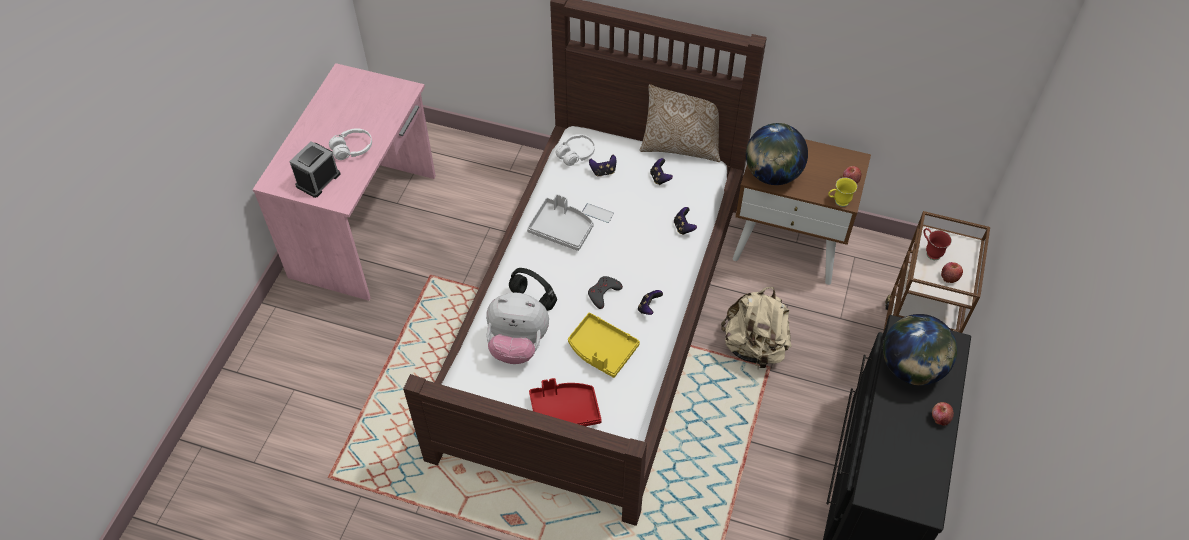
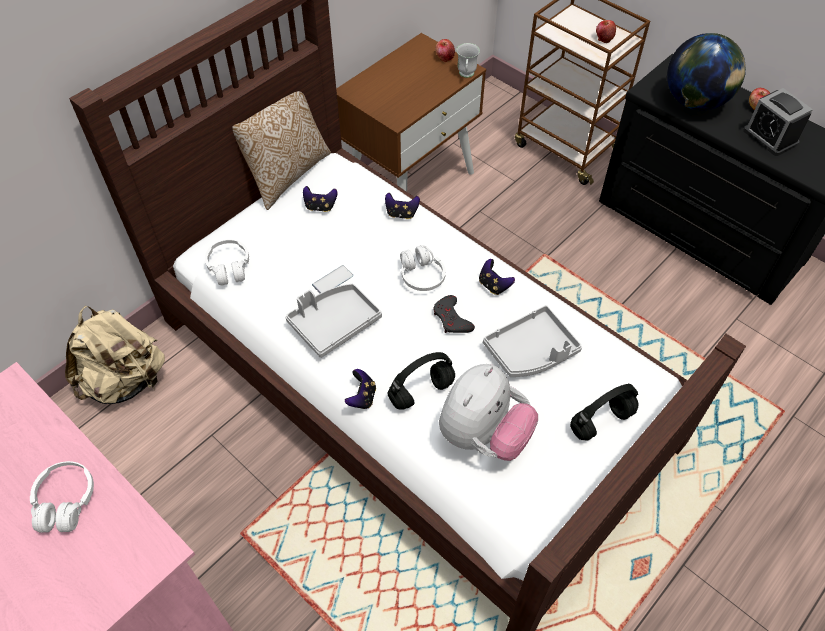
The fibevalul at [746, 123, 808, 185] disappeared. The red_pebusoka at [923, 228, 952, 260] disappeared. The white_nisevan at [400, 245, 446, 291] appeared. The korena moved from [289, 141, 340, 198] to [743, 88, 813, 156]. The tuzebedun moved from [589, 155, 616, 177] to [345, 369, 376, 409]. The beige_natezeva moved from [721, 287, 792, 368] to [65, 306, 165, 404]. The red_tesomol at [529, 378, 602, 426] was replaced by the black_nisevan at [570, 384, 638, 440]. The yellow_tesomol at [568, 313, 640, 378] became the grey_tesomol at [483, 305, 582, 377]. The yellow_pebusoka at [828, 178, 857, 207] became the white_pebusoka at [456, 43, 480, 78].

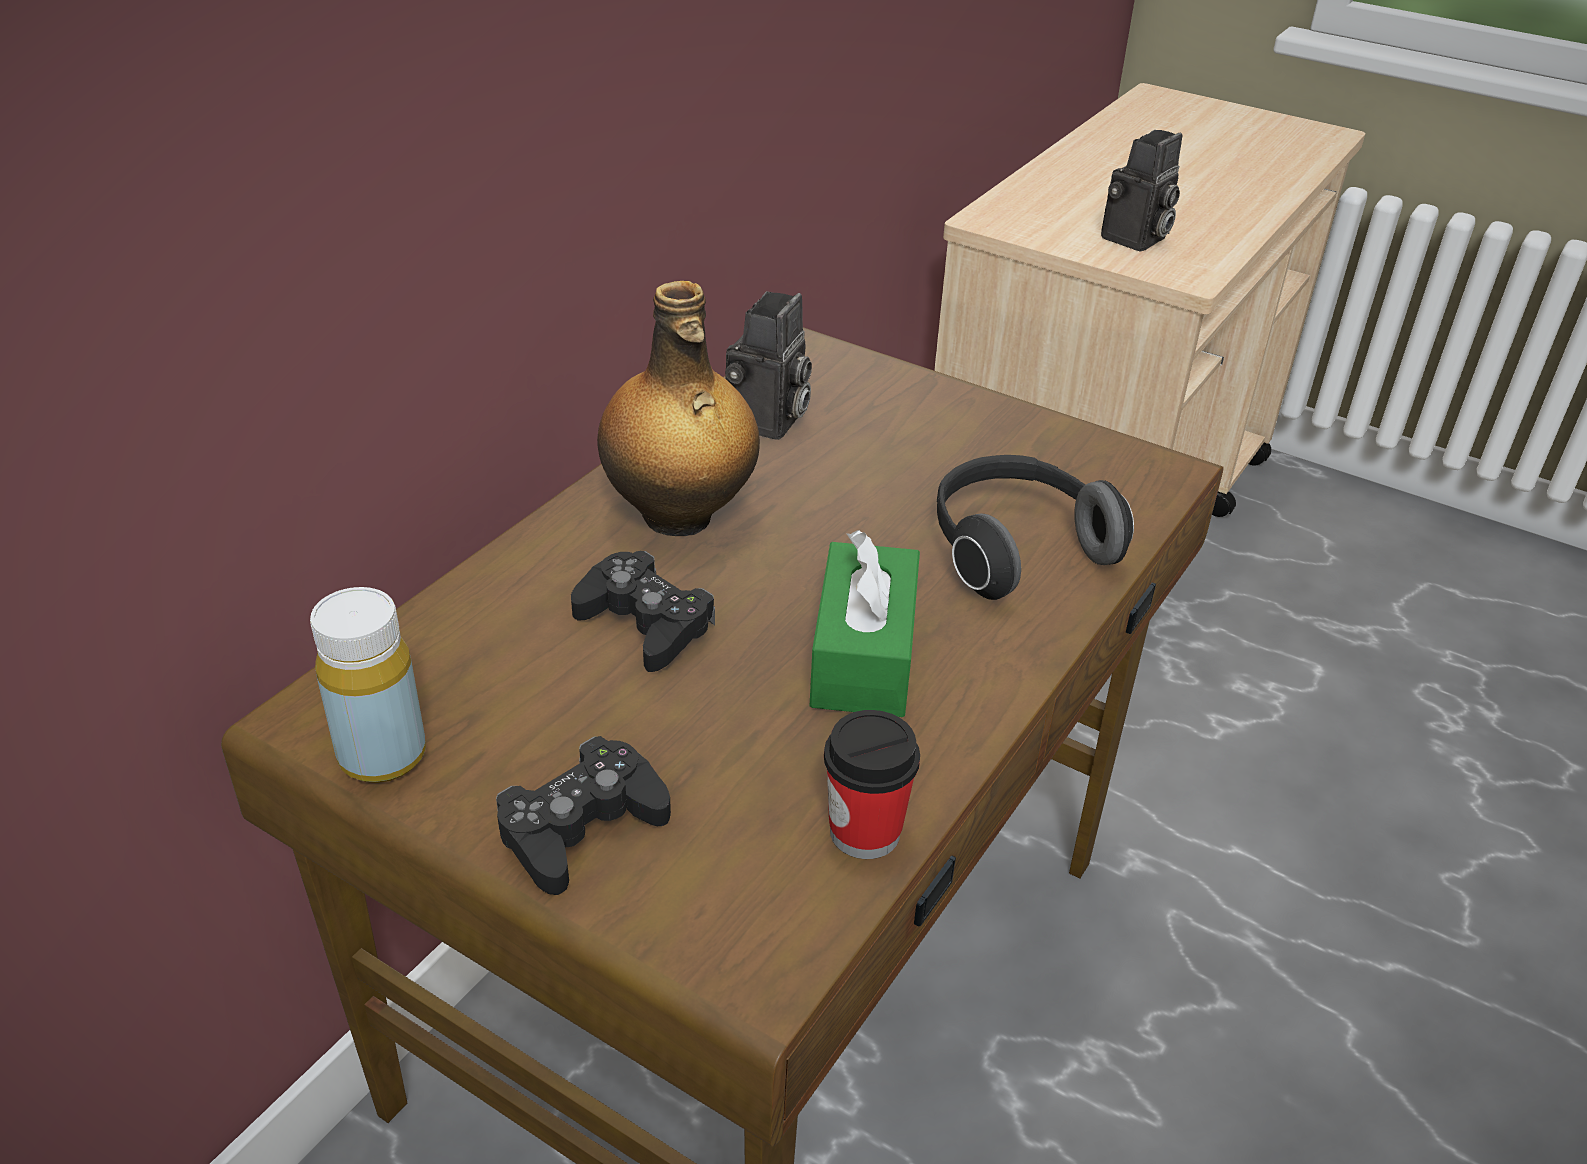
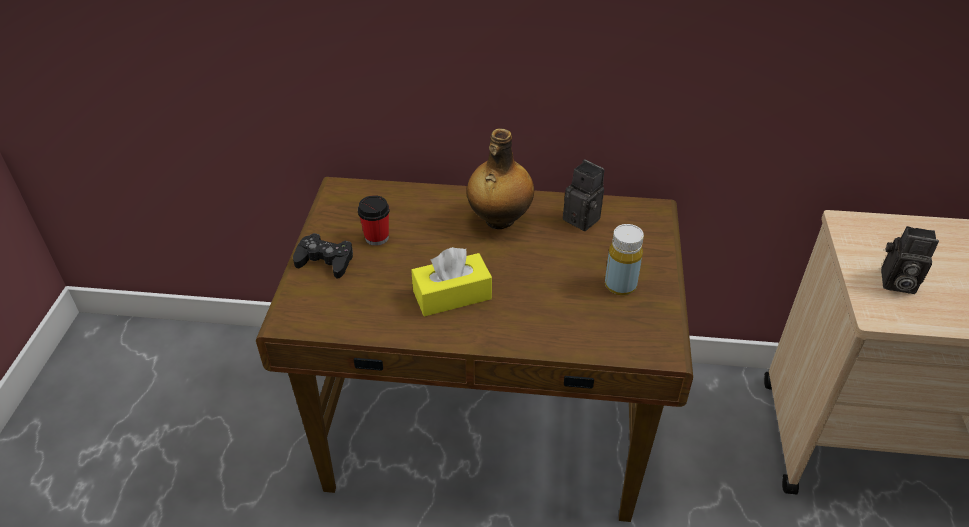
The black_tuzebedun at [571, 551, 715, 672] disappeared. The nisevan at [937, 455, 1134, 600] disappeared. The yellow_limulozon moved from [310, 587, 426, 783] to [605, 224, 644, 295]. The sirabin moved from [824, 710, 920, 859] to [358, 195, 389, 246]. The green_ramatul at [809, 530, 920, 717] became the yellow_ramatul at [411, 247, 492, 316]. The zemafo at [725, 291, 812, 440] turned 135 degrees counterclockwise.

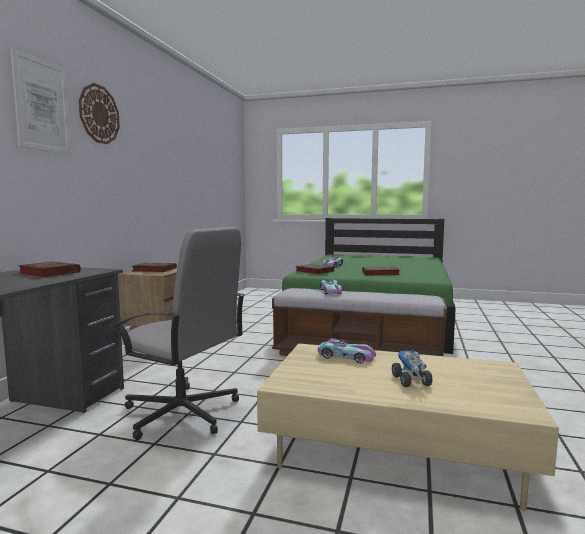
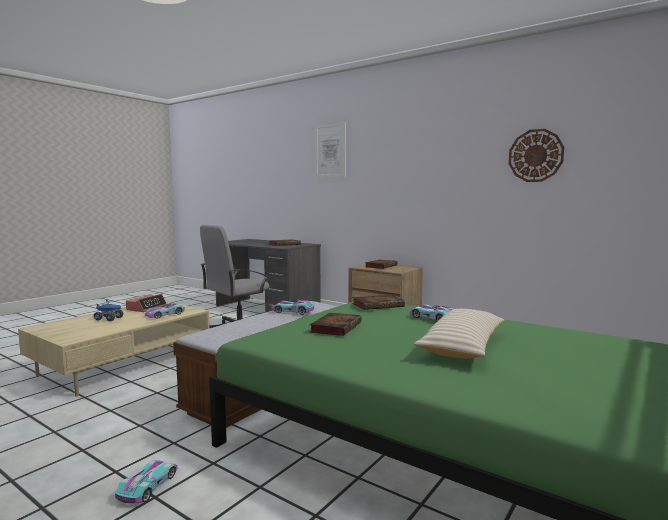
The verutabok at [115, 460, 177, 504] appeared. The korena at [126, 294, 167, 312] appeared. The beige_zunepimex at [414, 309, 504, 358] appeared. The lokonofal moved from [79, 83, 120, 144] to [509, 129, 564, 182].

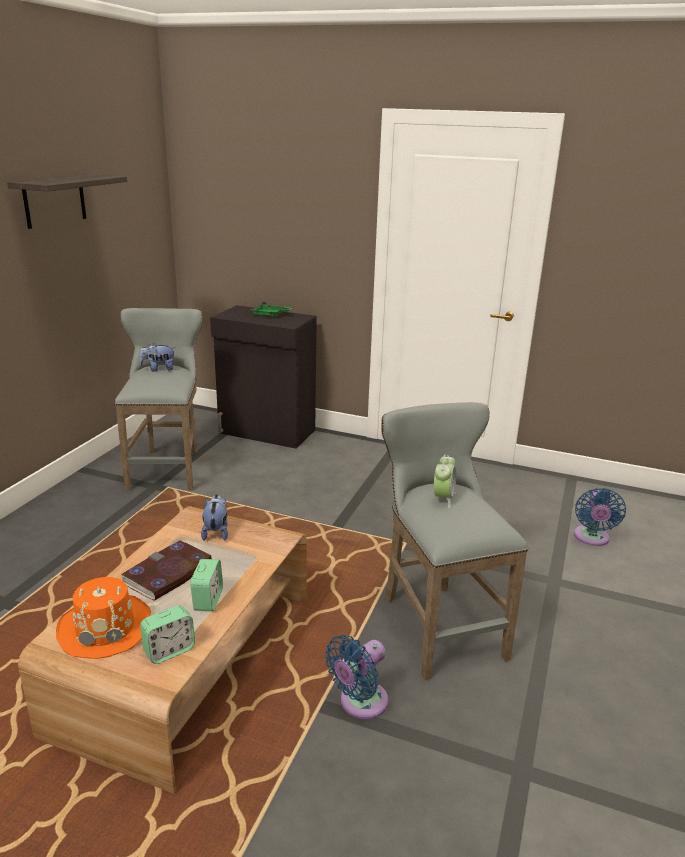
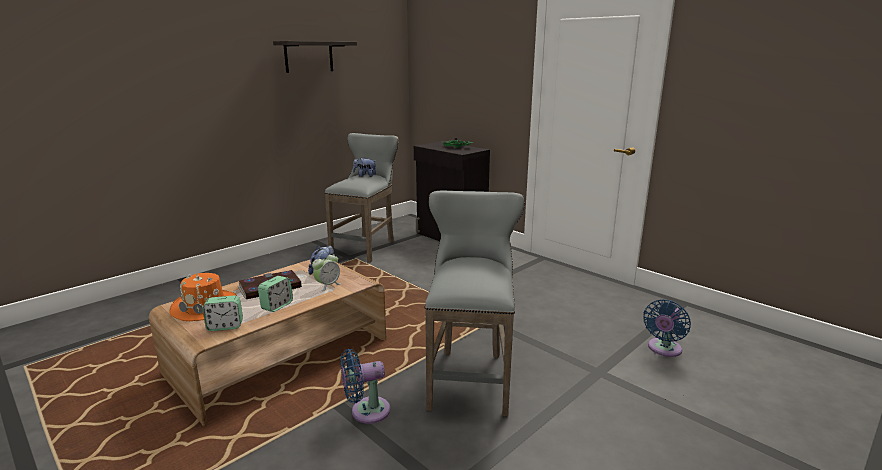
The korena moved from [434, 454, 456, 508] to [312, 252, 341, 291].

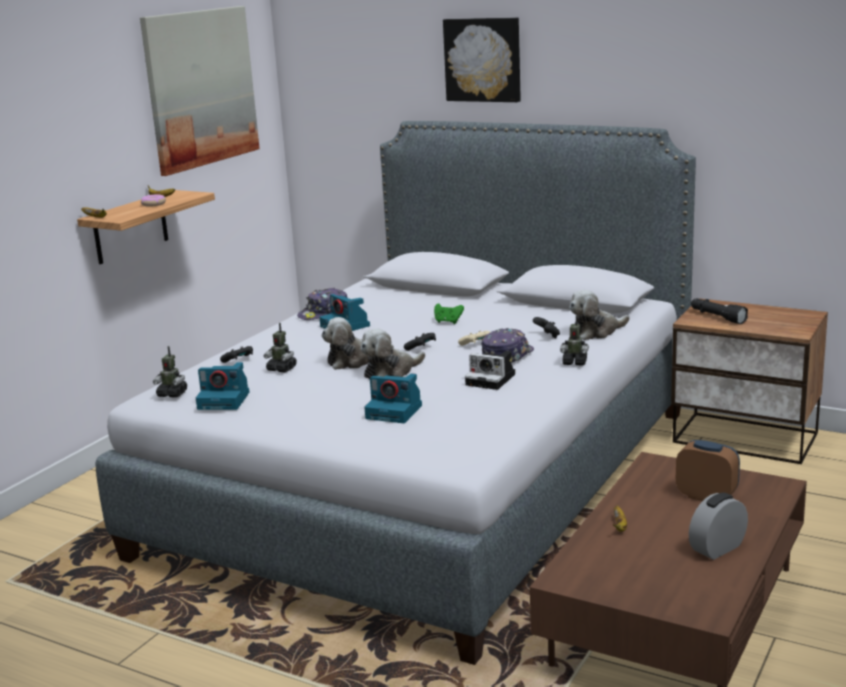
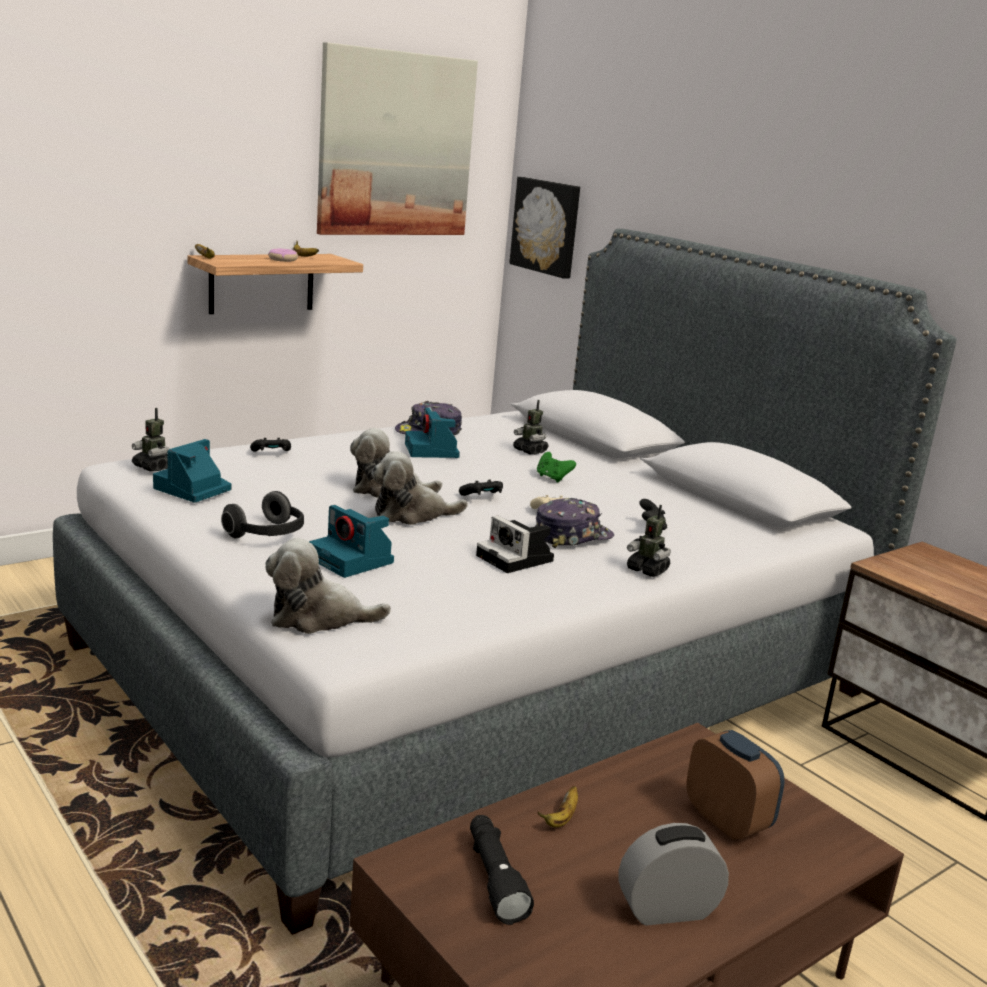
The nisevan at [221, 491, 304, 538] appeared. The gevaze moved from [264, 323, 297, 372] to [513, 400, 549, 455]. The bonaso moved from [443, 18, 521, 102] to [509, 177, 580, 279]. The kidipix moved from [569, 290, 630, 340] to [265, 538, 391, 634]. The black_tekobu moved from [691, 298, 748, 324] to [470, 815, 534, 925]. The zemafo at [196, 362, 249, 410] turned 90 degrees clockwise.

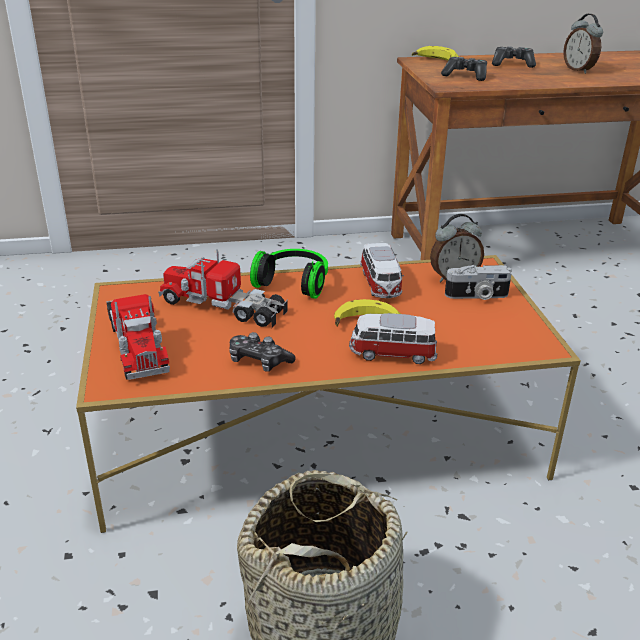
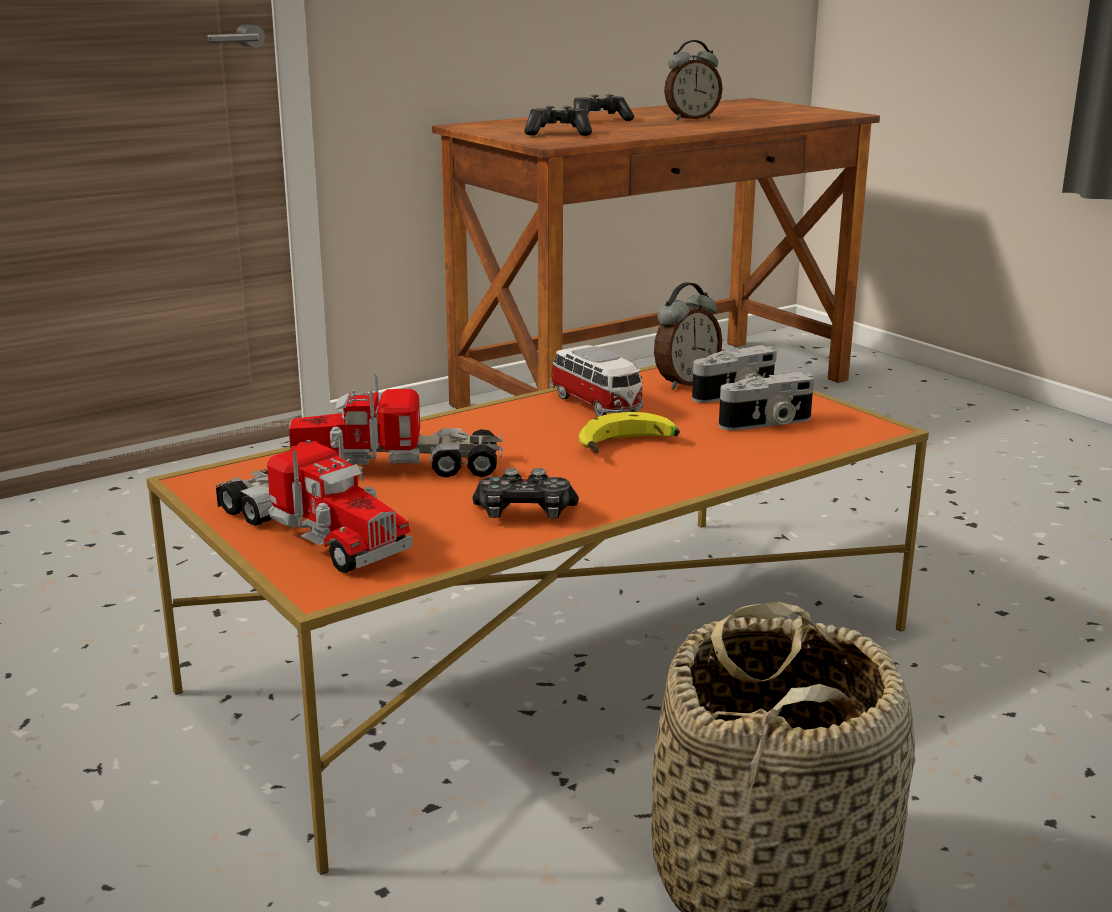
The nisevan at [250, 249, 328, 299] disappeared. The verutabok at [349, 313, 437, 364] disappeared. The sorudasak at [412, 46, 459, 61] disappeared. The zemafo at [719, 372, 814, 431] appeared. The korena at [563, 14, 603, 74] turned 60 degrees counterclockwise.

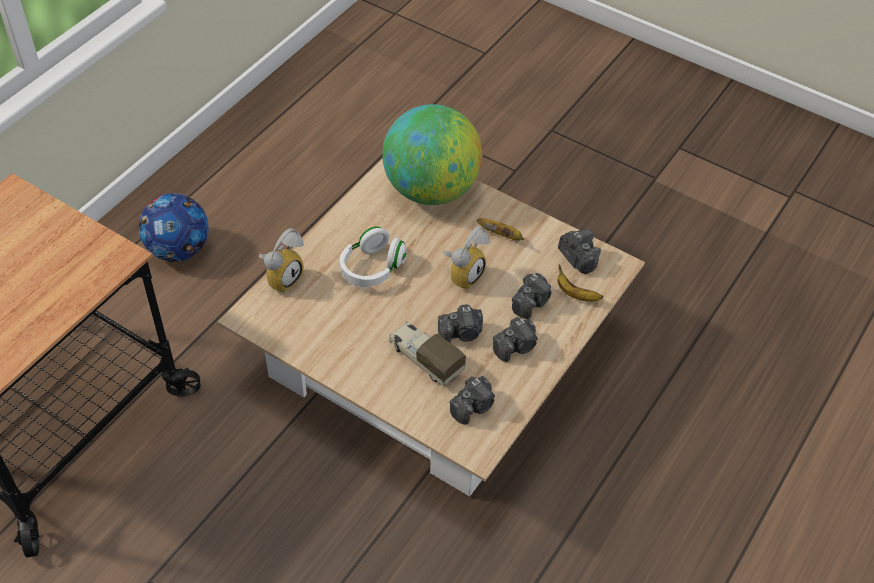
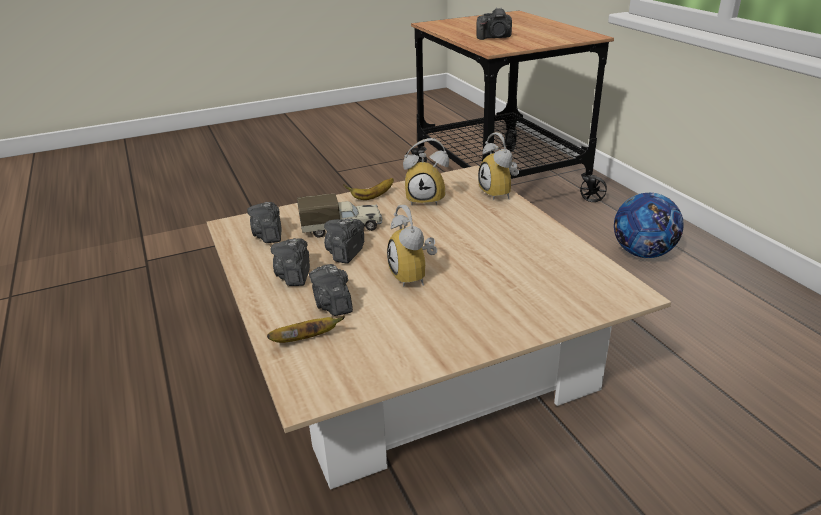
The white_nisevan at [340, 226, 407, 287] disappeared. The fibevalul at [382, 104, 482, 205] disappeared. The korena at [403, 138, 449, 205] appeared. The sorudasak moved from [477, 218, 524, 241] to [343, 178, 394, 200]. The zemafo moved from [558, 229, 601, 274] to [476, 8, 512, 40].

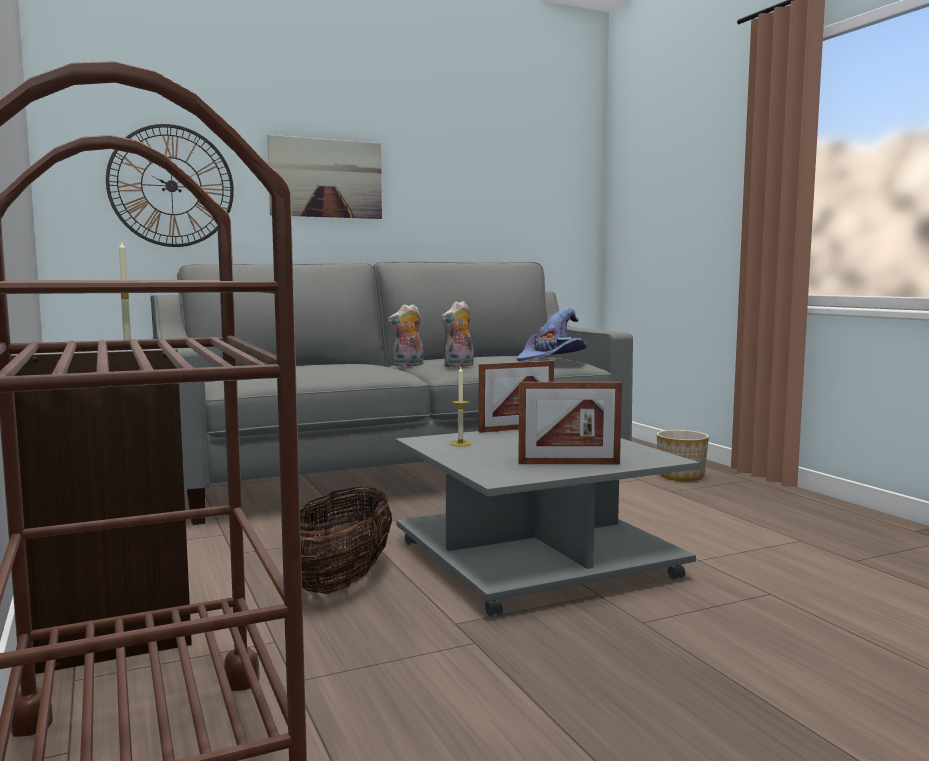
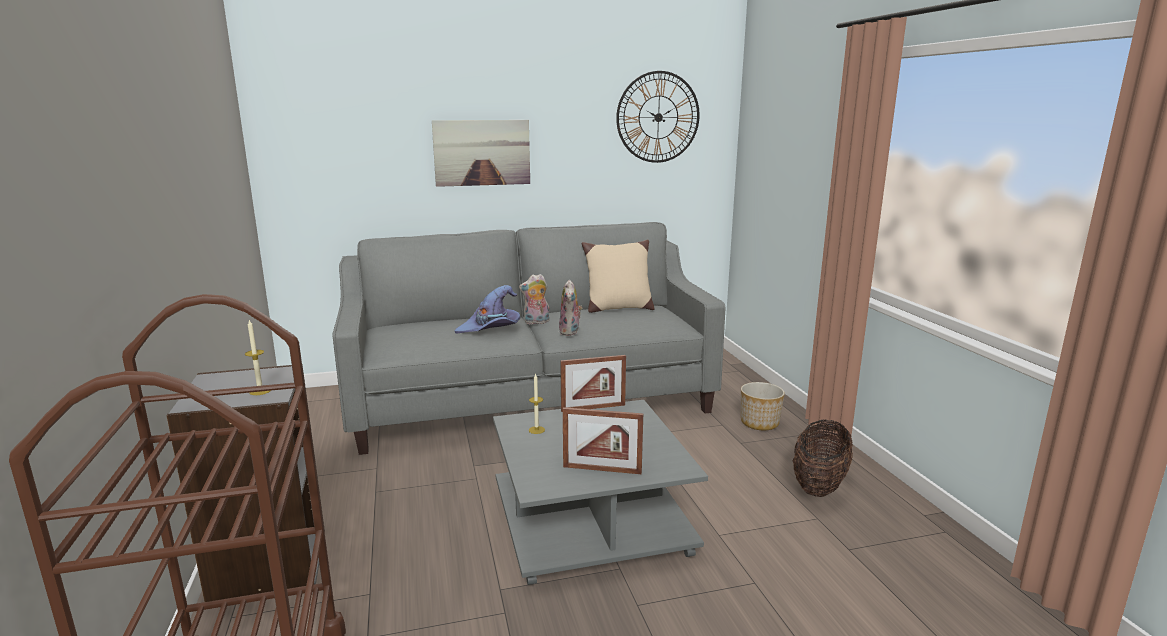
The beige_zunepimex at [582, 239, 654, 313] appeared. The lokonofal moved from [106, 124, 234, 247] to [616, 71, 699, 163]. The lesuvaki moved from [300, 487, 392, 594] to [793, 420, 853, 497]. The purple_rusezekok moved from [517, 308, 586, 361] to [455, 285, 520, 334]. The kidipix at [441, 301, 474, 367] turned 60 degrees counterclockwise.

